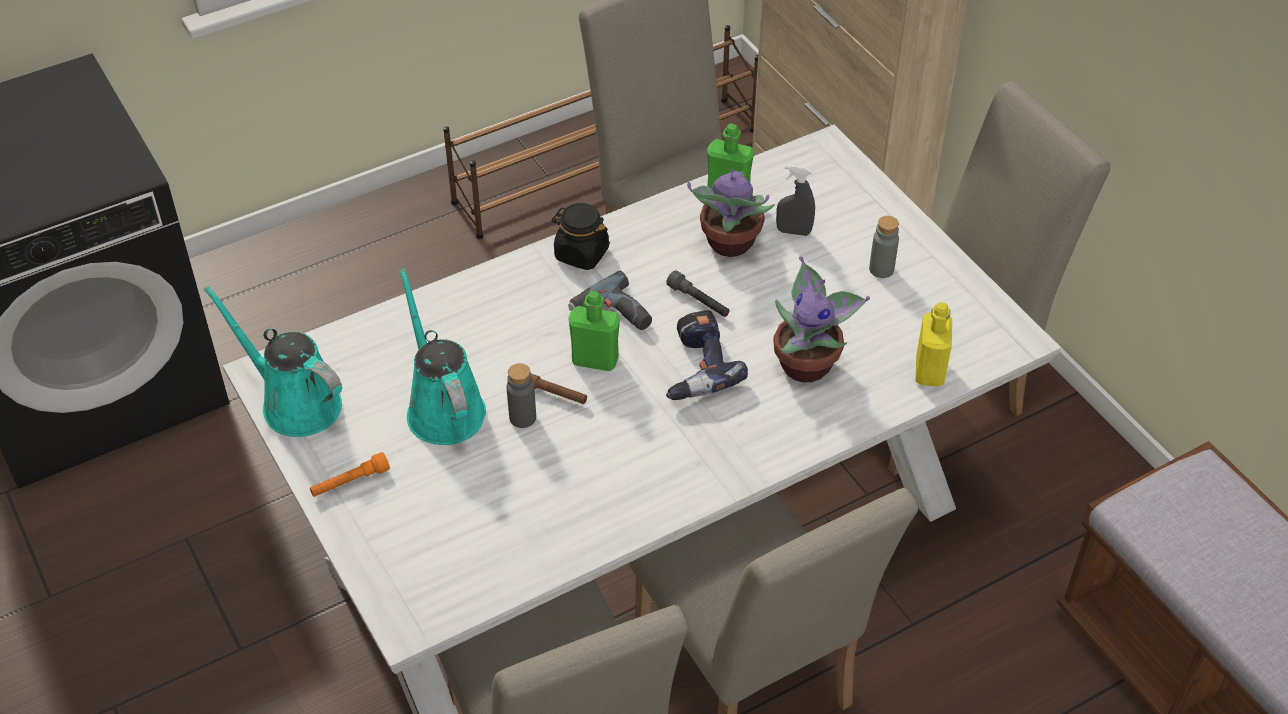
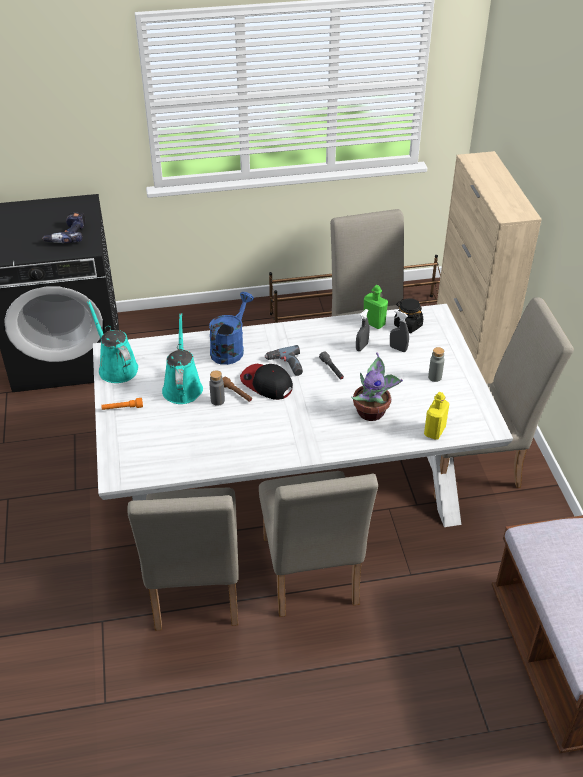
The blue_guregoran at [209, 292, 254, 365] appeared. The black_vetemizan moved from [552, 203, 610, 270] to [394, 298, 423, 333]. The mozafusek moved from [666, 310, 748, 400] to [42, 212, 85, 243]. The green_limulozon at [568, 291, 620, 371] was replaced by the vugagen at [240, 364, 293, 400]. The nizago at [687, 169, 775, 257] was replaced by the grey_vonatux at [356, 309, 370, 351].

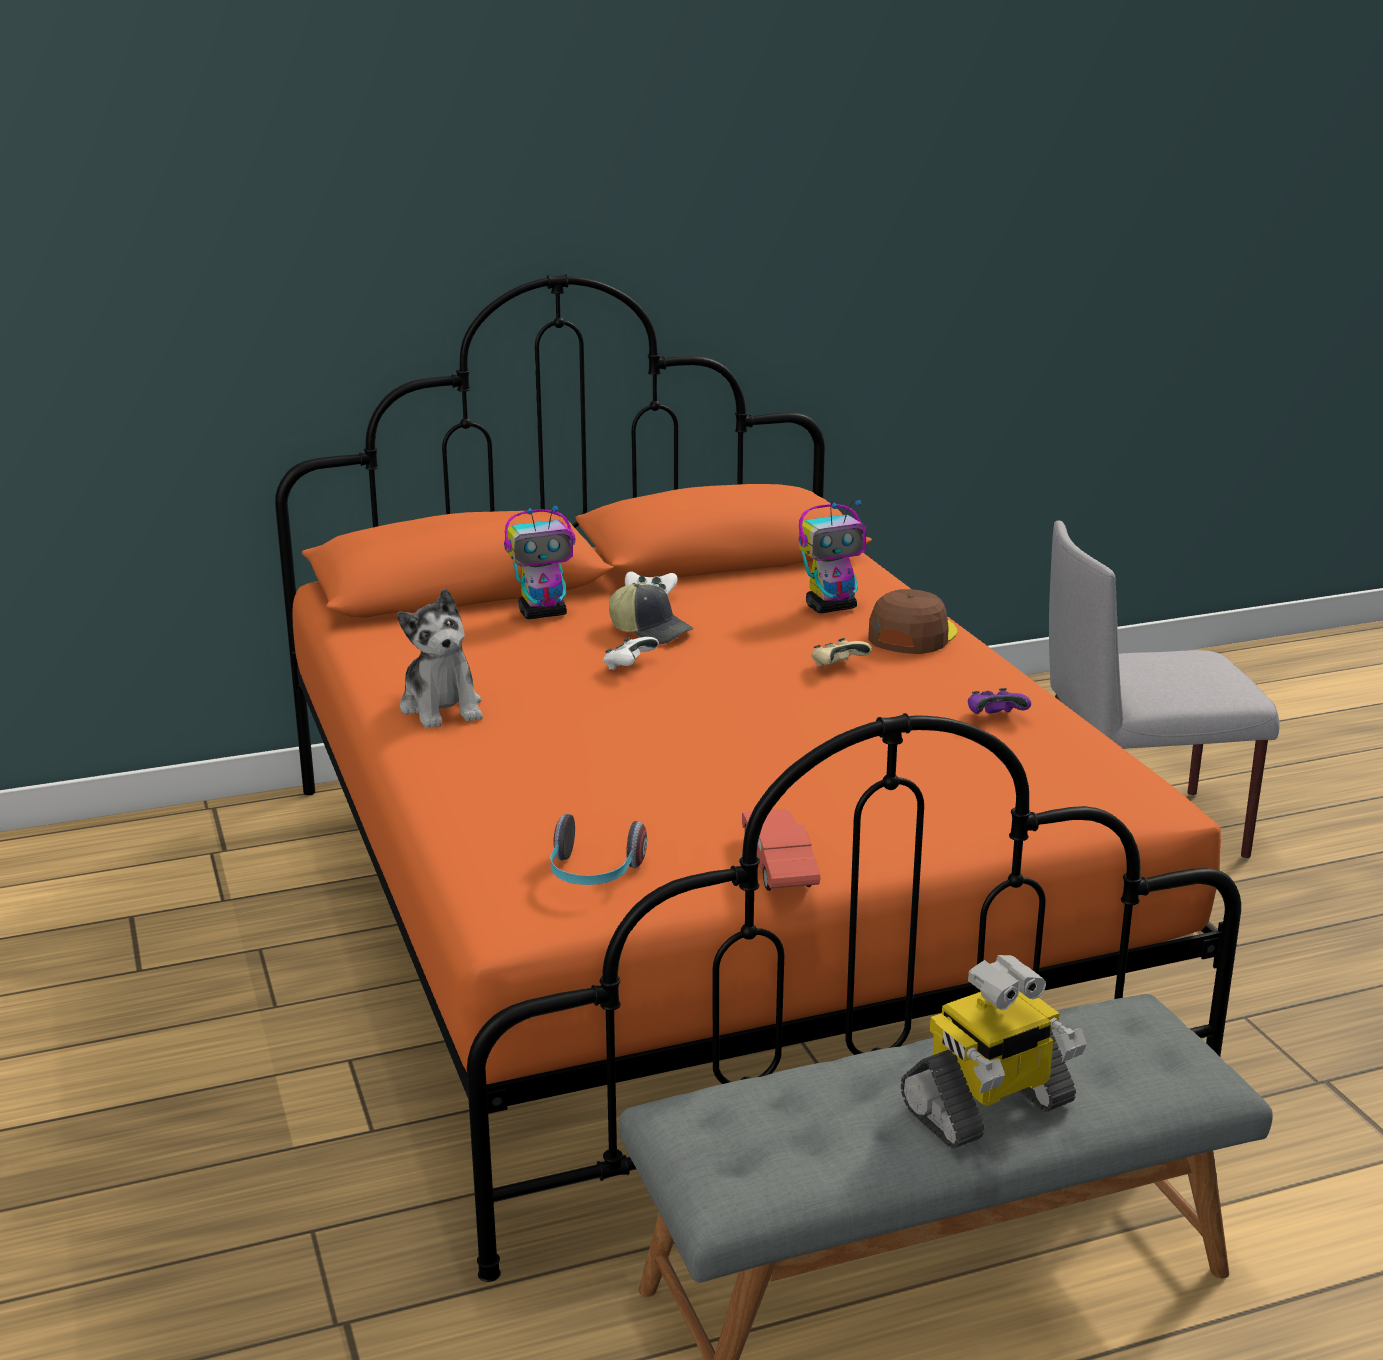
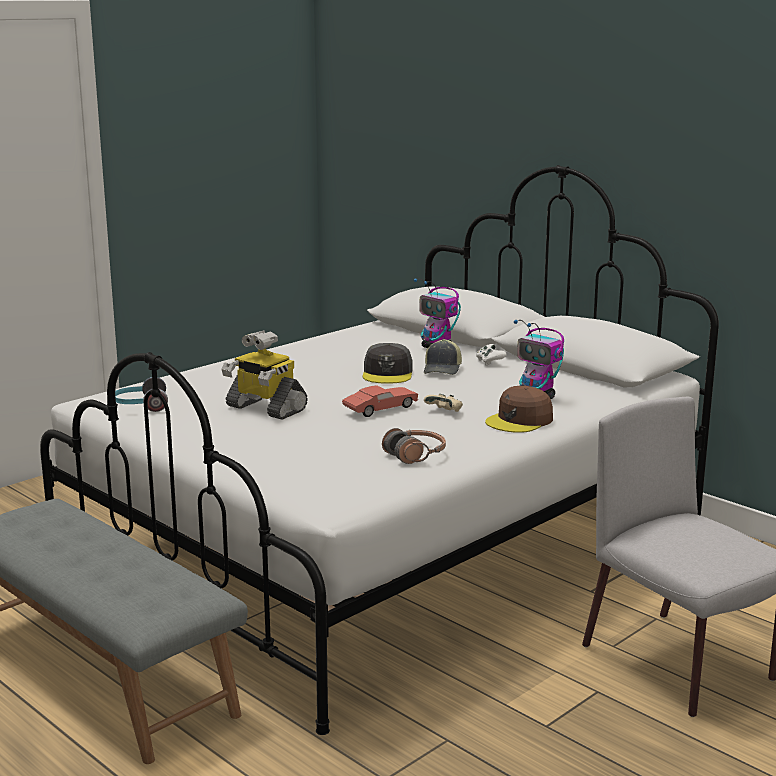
The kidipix at [397, 589, 483, 729] disappeared. The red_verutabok moved from [742, 809, 820, 891] to [342, 385, 418, 417]. The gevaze moved from [901, 955, 1087, 1149] to [221, 330, 308, 419]. The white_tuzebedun at [603, 637, 659, 670] was replaced by the grey_vugagen at [363, 343, 413, 384]. The purple_tuzebedun at [968, 688, 1031, 714] was replaced by the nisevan at [382, 428, 446, 464]. The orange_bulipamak at [275, 274, 1241, 1282] became the white_bulipamak at [40, 165, 719, 735]. The brown_vugagen at [868, 589, 957, 654] turned 135 degrees clockwise.

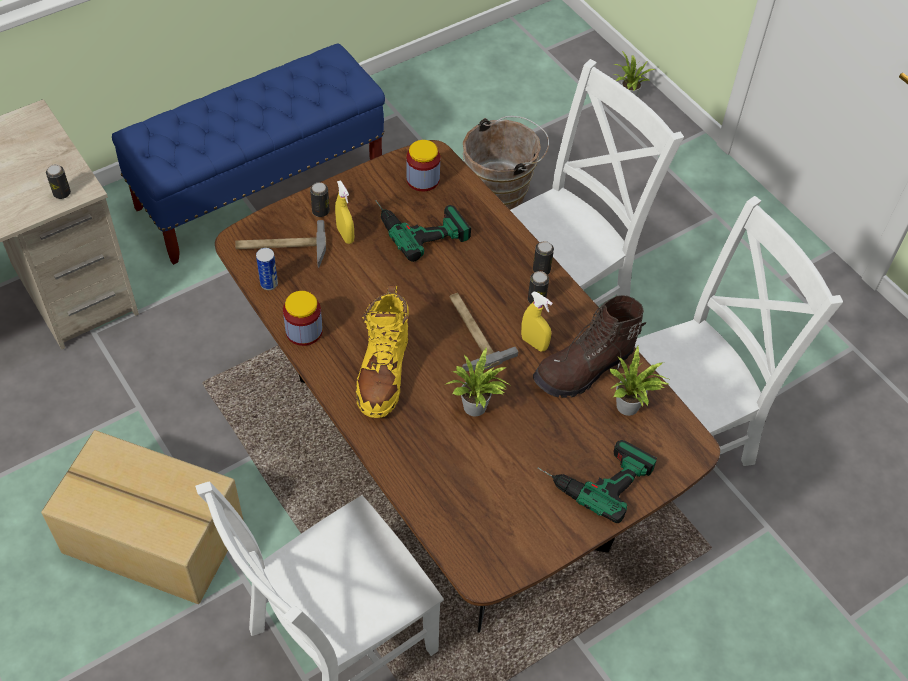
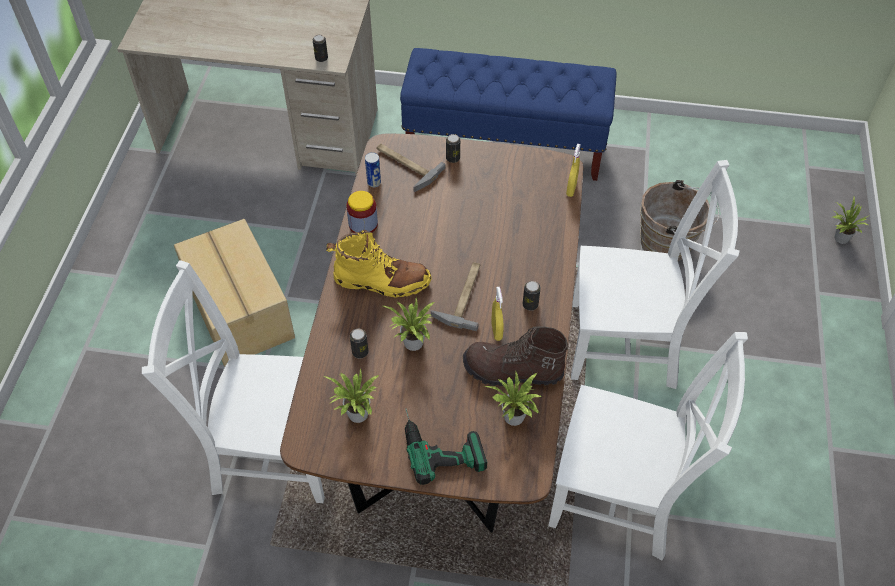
The mozafusek at [376, 200, 471, 262] disappeared. The vetemizan at [406, 140, 440, 192] disappeared. The nizago at [323, 368, 379, 423] appeared. The yellow_vonatux moved from [335, 180, 354, 244] to [566, 144, 581, 197]. The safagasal moved from [533, 241, 554, 275] to [350, 329, 368, 358]. The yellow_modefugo at [356, 285, 409, 418] turned 135 degrees counterclockwise.

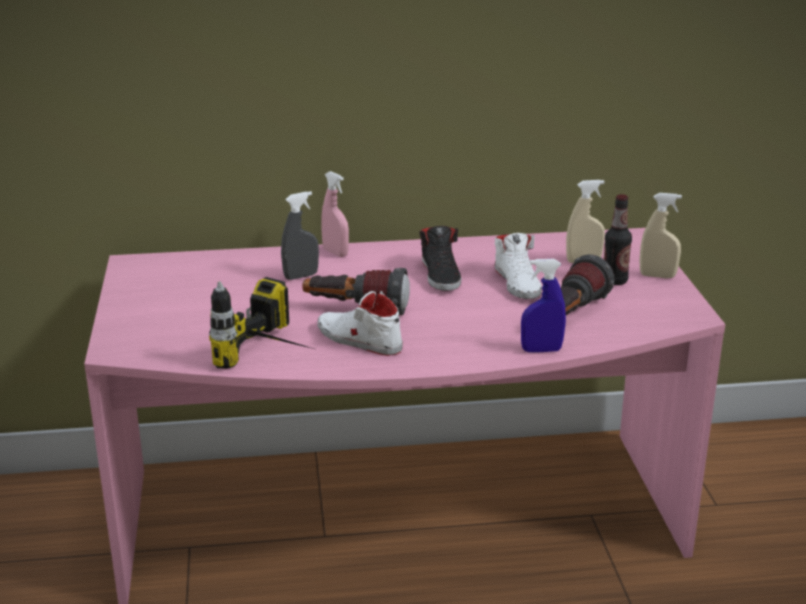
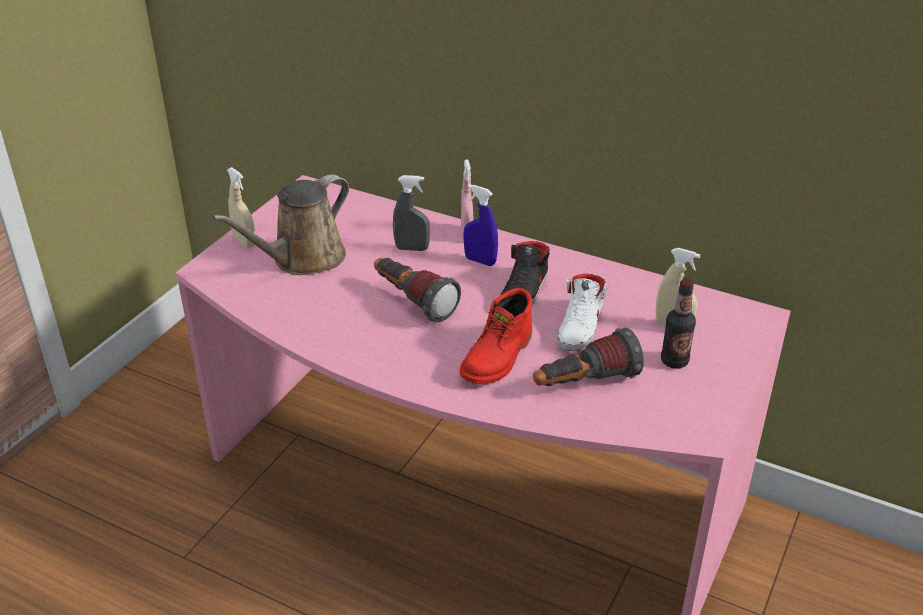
The mozafusek at [209, 277, 314, 369] disappeared. The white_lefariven at [318, 291, 403, 356] disappeared. The brown_guregoran at [212, 174, 349, 275] appeared. The red_modefugo at [459, 288, 532, 384] appeared. The blue_vonatux moved from [521, 259, 566, 353] to [464, 184, 498, 266]. The beige_vonatux moved from [640, 193, 682, 278] to [227, 167, 255, 248].

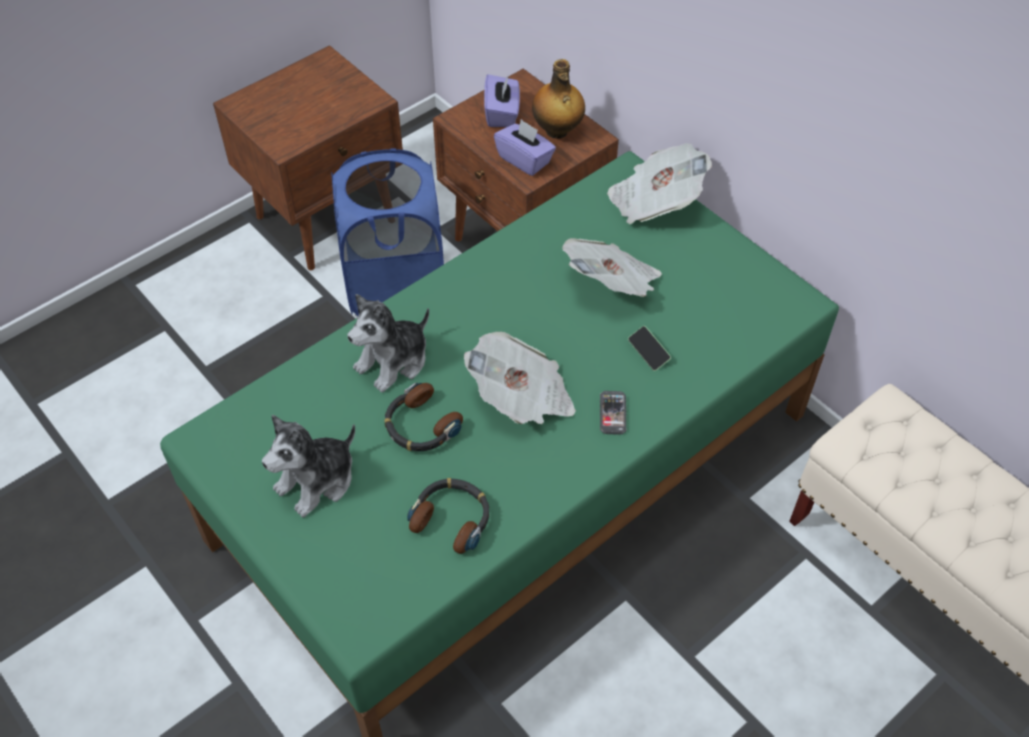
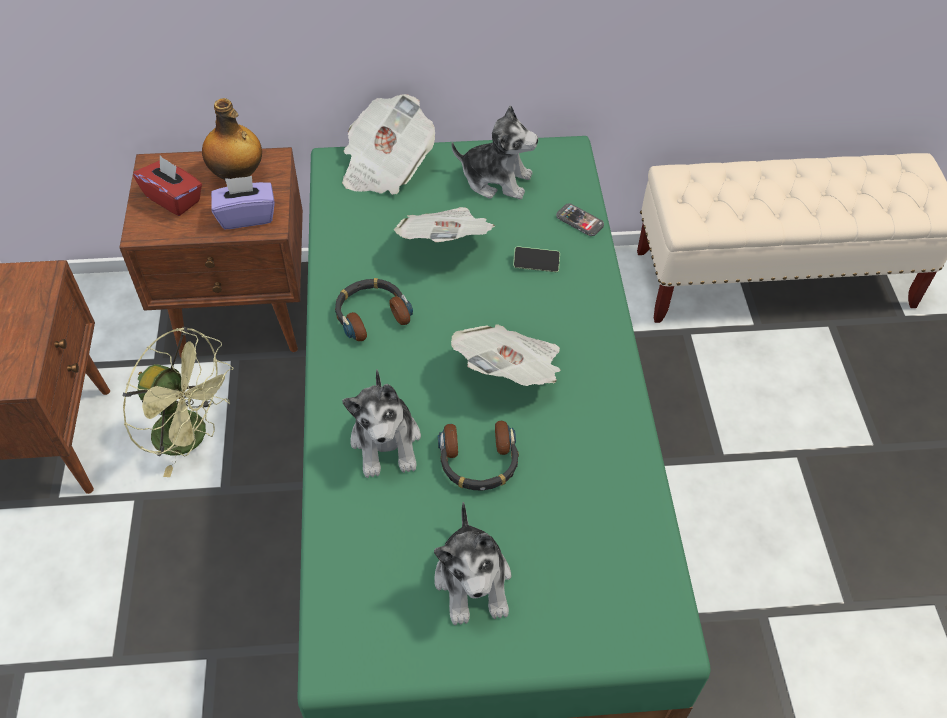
The kidipix at [451, 105, 538, 199] appeared. The nisevan moved from [407, 478, 489, 554] to [335, 278, 413, 341]. The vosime moved from [600, 391, 627, 435] to [556, 203, 604, 236]. The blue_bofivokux at [331, 148, 444, 316] was replaced by the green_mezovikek at [123, 327, 234, 477]. The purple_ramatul at [484, 74, 520, 127] became the red_ramatul at [133, 155, 202, 216].

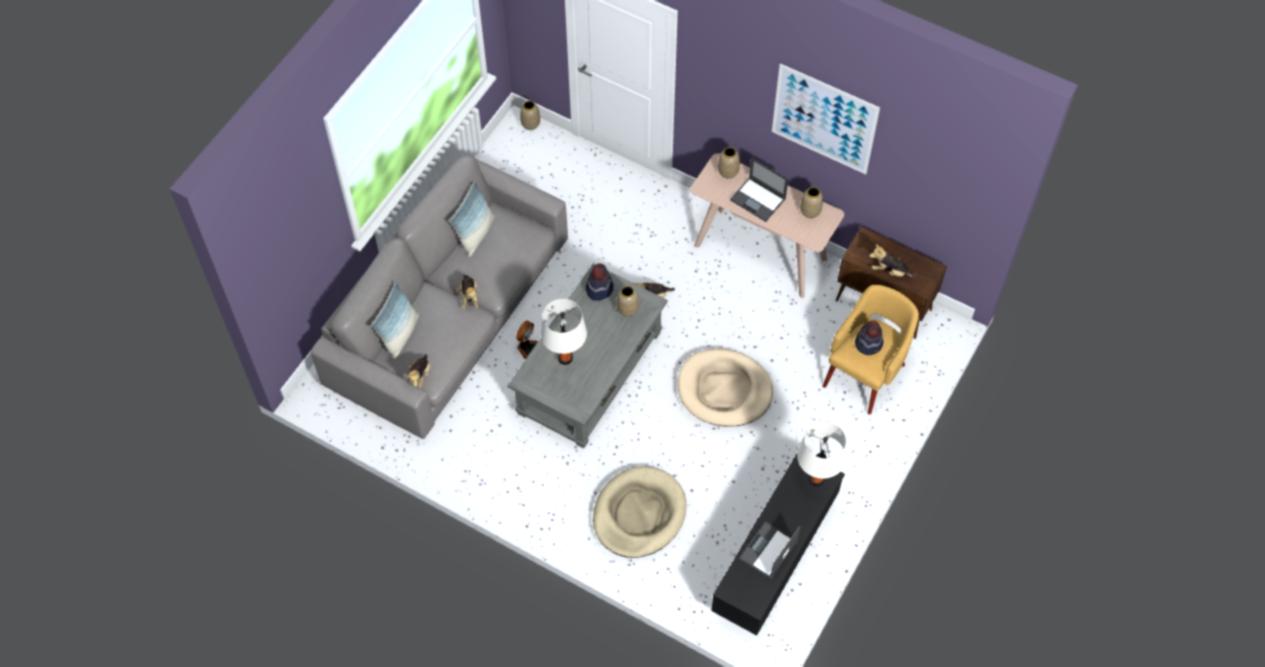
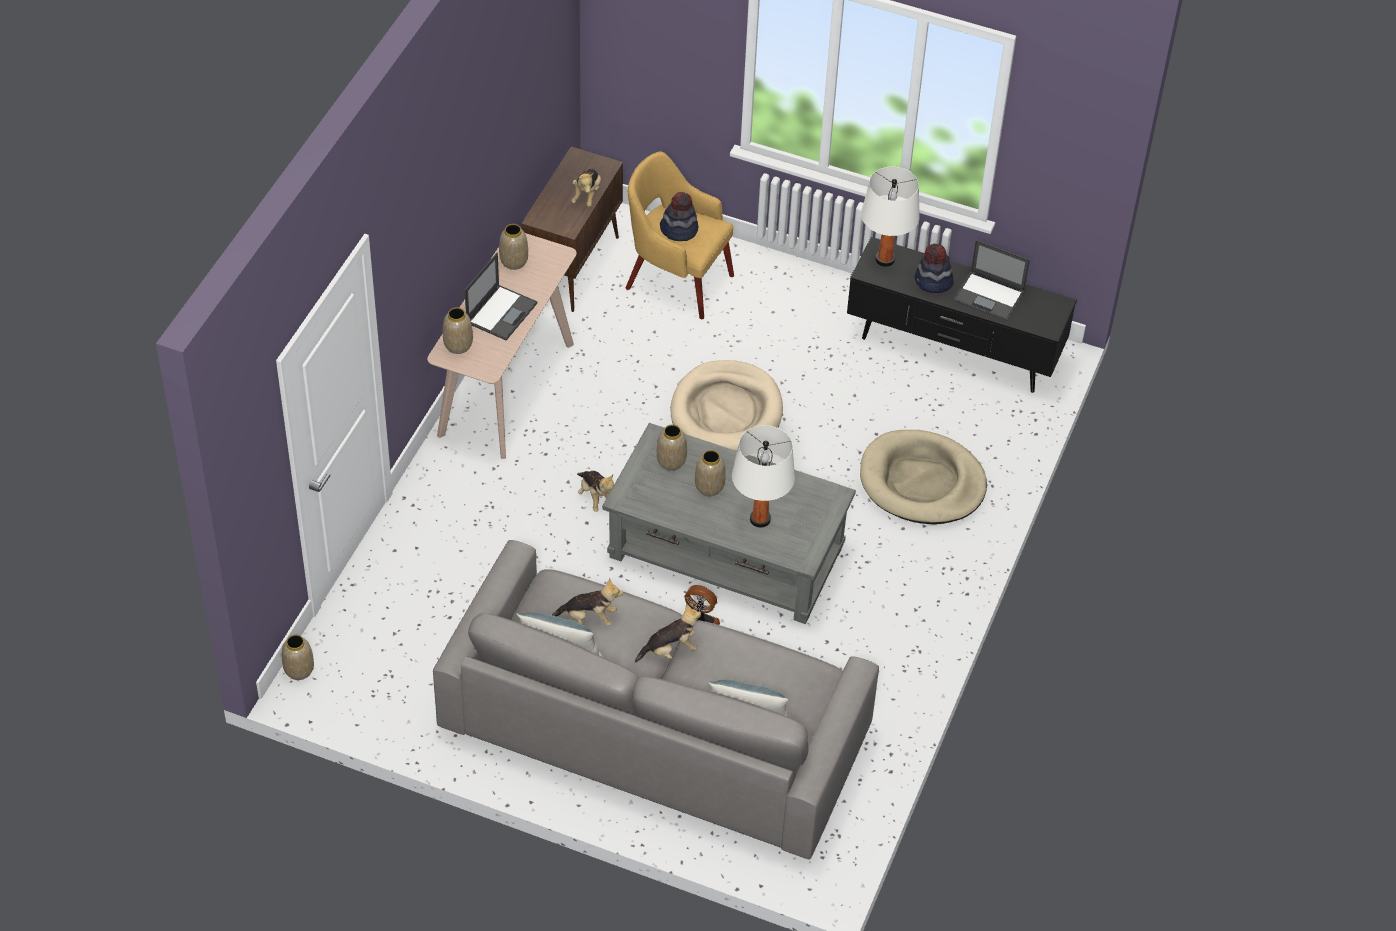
The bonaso at [772, 63, 880, 174] disappeared. The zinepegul at [695, 450, 726, 496] appeared. The kidipix moved from [407, 354, 431, 388] to [552, 578, 624, 626]. The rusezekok moved from [586, 263, 613, 301] to [914, 244, 954, 293].

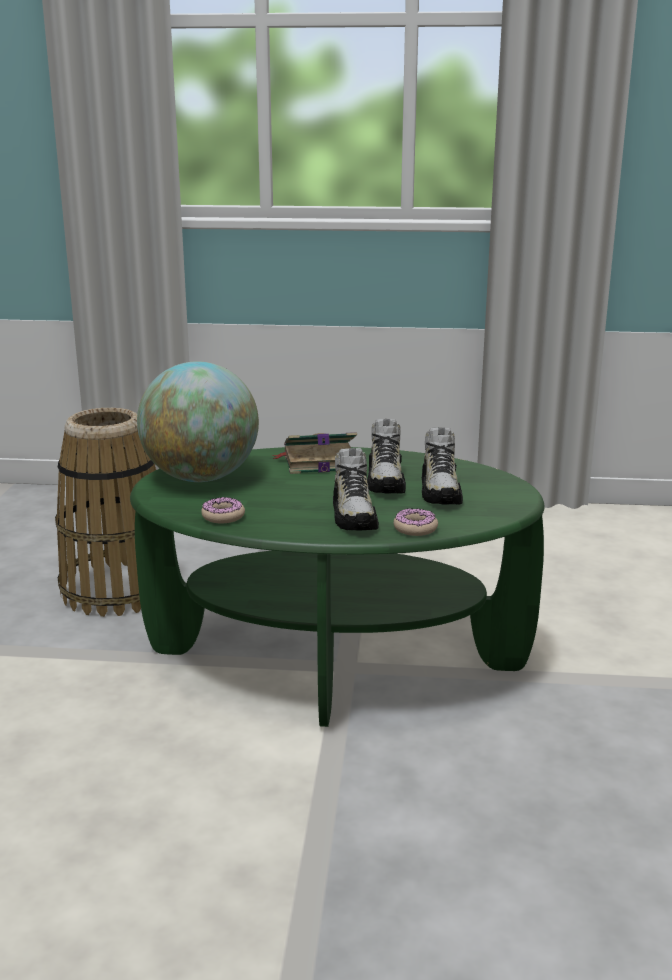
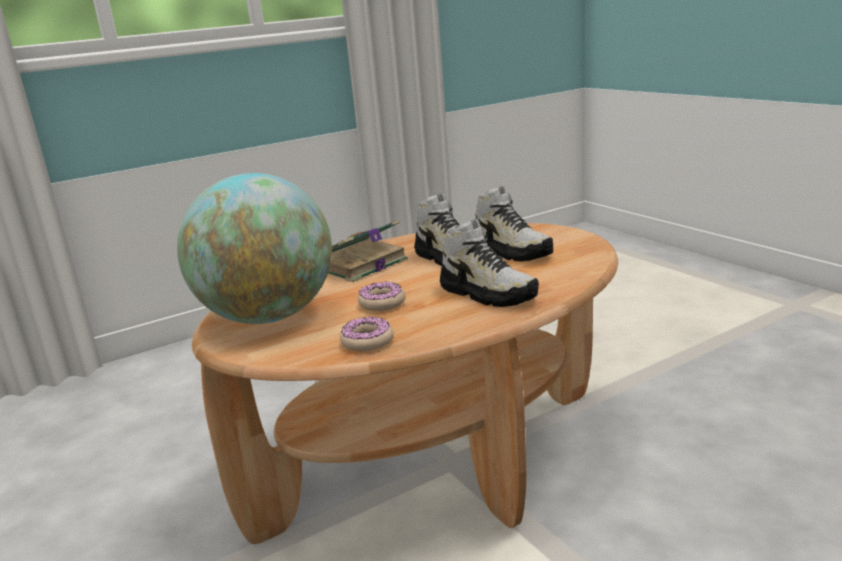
The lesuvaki at [55, 408, 156, 617] disappeared. The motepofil moved from [393, 508, 438, 536] to [358, 282, 406, 311]. The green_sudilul at [130, 447, 545, 727] became the brown_sudilul at [192, 223, 618, 544].

